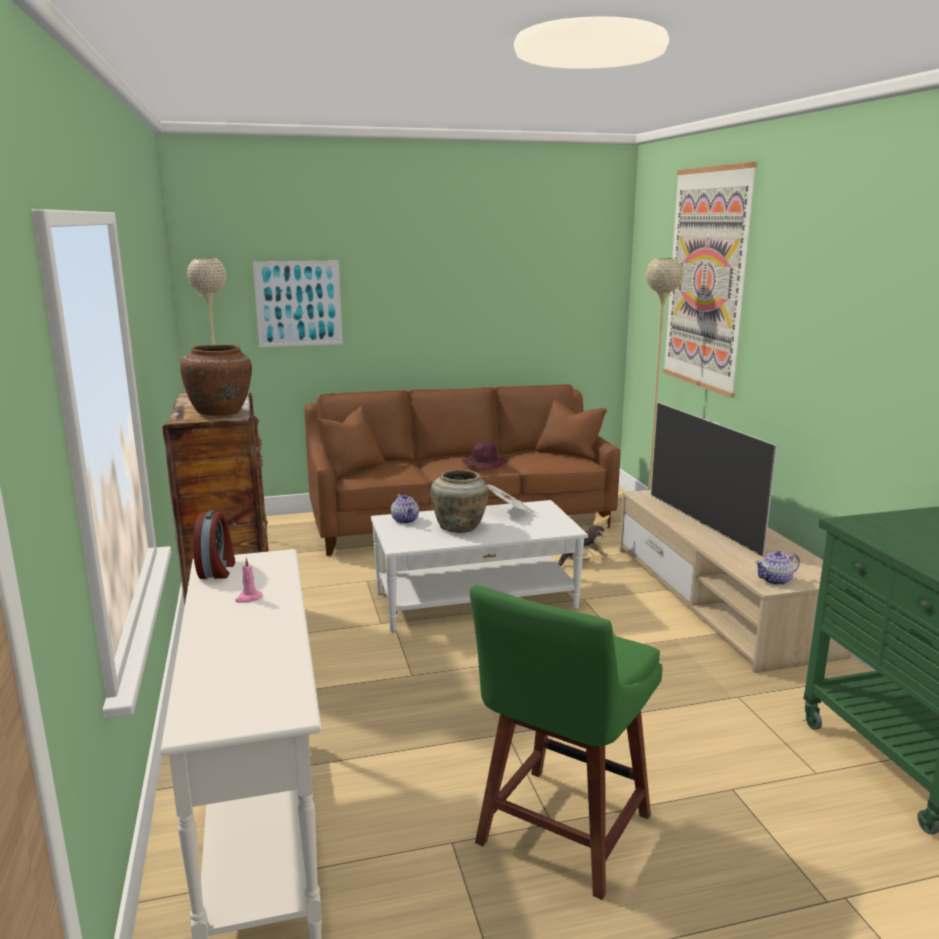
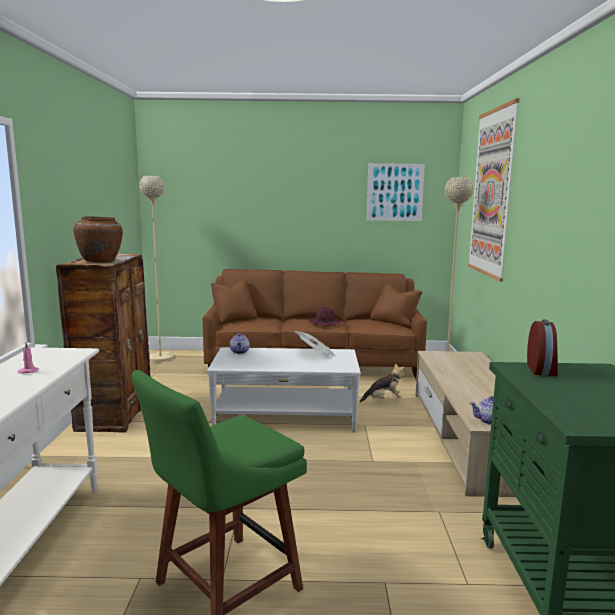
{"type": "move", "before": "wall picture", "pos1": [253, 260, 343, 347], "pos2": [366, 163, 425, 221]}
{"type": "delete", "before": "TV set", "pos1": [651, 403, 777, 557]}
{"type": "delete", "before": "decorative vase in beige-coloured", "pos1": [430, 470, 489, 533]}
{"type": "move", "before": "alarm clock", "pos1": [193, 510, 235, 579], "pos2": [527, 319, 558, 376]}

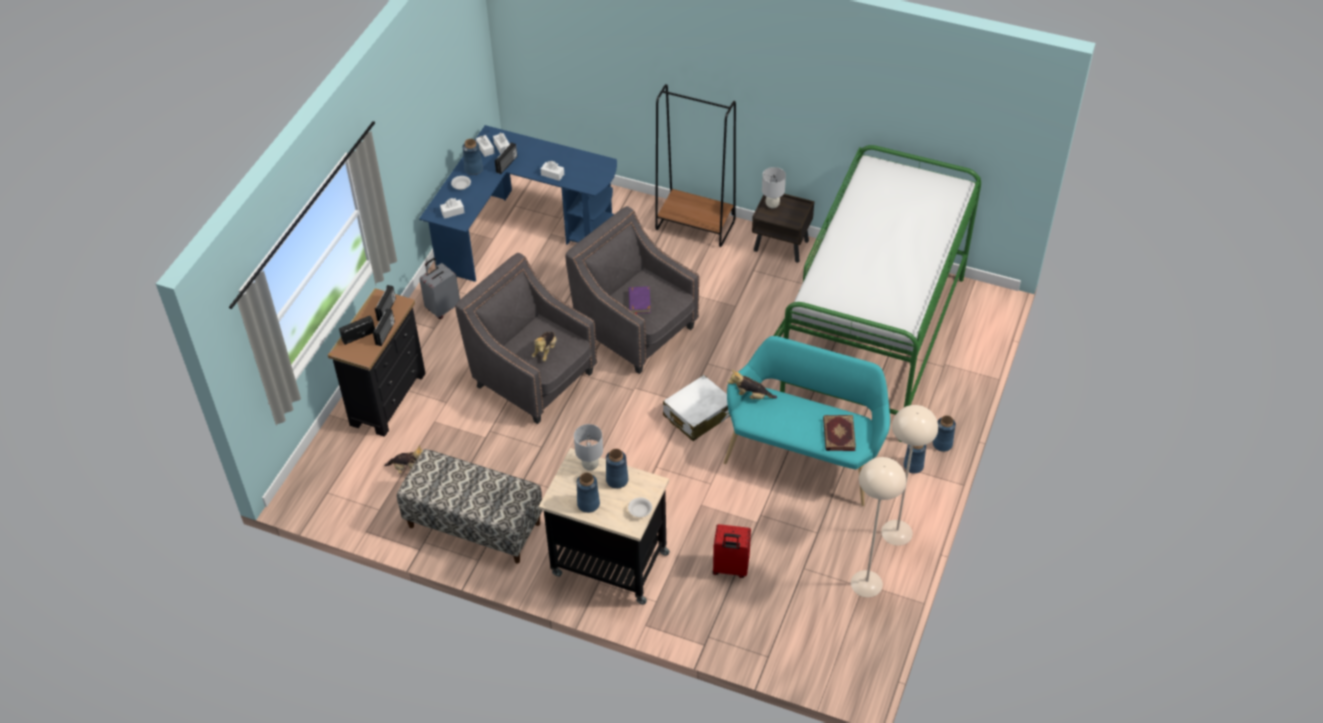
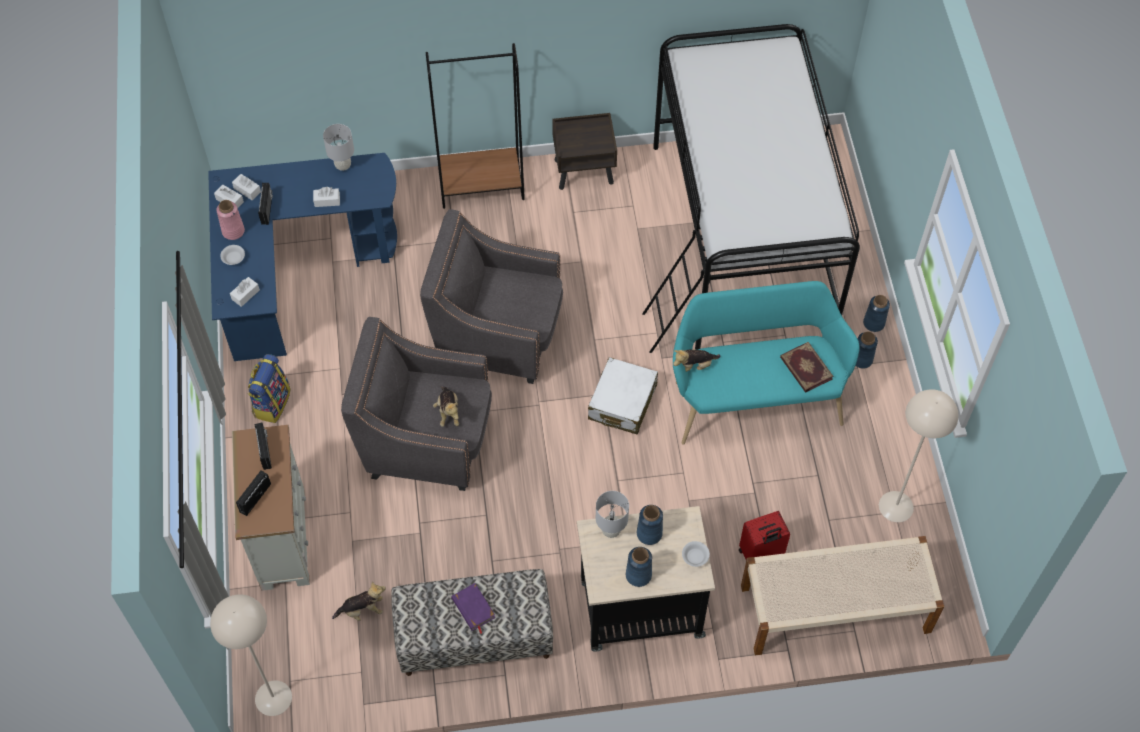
{"type": "recolor", "before": "decorative vase in bluish", "after": "decorative vase in pink-coloured", "pos1": [462, 139, 483, 175], "pos2": [216, 200, 245, 240]}
{"type": "recolor", "before": "bed in greenish", "after": "bed in black-coloured", "pos1": [774, 145, 981, 442], "pos2": [642, 24, 860, 353]}
{"type": "move", "before": "lamp for a table in grey", "pos1": [762, 167, 786, 208], "pos2": [323, 124, 354, 171]}
{"type": "replace", "before": "suitcase in grey", "after": "rucksack", "pos1": [420, 258, 460, 319], "pos2": [248, 354, 291, 423]}
{"type": "move", "before": "book in purple", "pos1": [629, 286, 651, 314], "pos2": [451, 583, 495, 634]}
{"type": "recolor", "before": "dresser in black-coloured", "after": "dresser in white-coloured", "pos1": [328, 288, 426, 437], "pos2": [232, 425, 310, 591]}
{"type": "delete", "before": "radio", "pos1": [373, 309, 395, 346]}
{"type": "move", "before": "standard lamp in beige-coloured", "pos1": [881, 405, 938, 546], "pos2": [210, 594, 292, 716]}
{"type": "insert", "after": "indoor bench in beige-coloured", "pos2": [741, 536, 944, 655]}

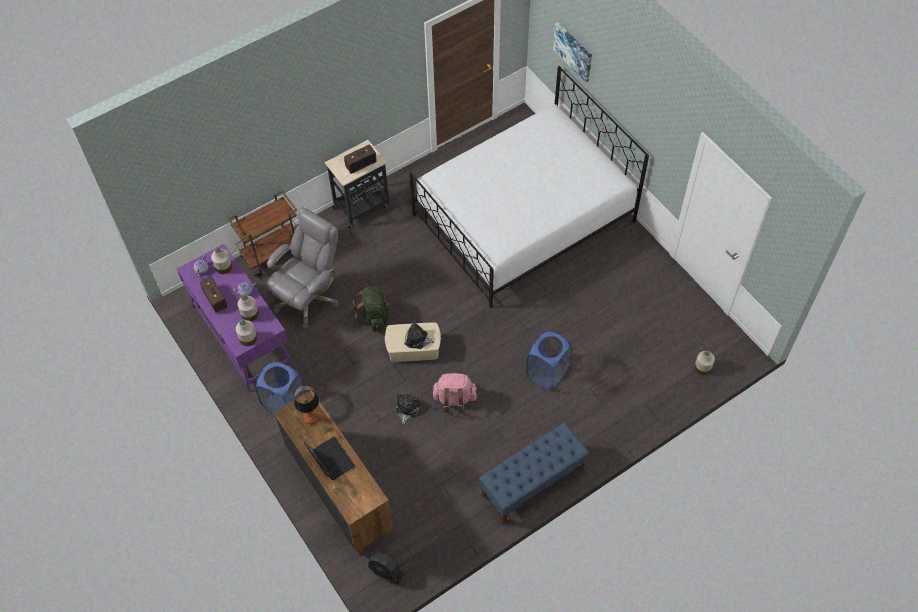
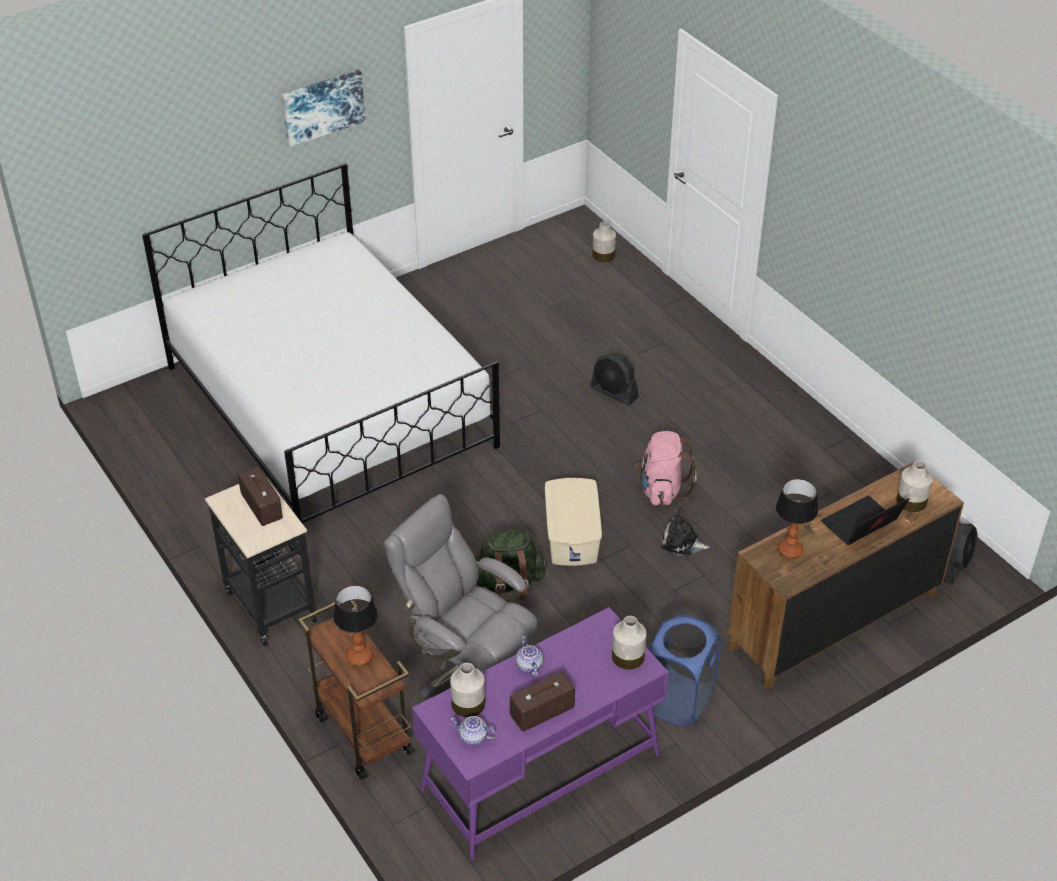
{"type": "move", "before": "wall picture", "pos1": [553, 22, 592, 82], "pos2": [282, 70, 365, 147]}
{"type": "move", "before": "decorative vase in beige-coloured", "pos1": [238, 295, 259, 321], "pos2": [896, 461, 933, 512]}
{"type": "delete", "before": "soft toy", "pos1": [404, 321, 435, 349]}
{"type": "replace", "before": "hamper in bluish", "after": "electric fan in black-coloured", "pos1": [526, 330, 572, 390], "pos2": [591, 353, 639, 405]}
{"type": "delete", "before": "indoor bench in bluish", "pos1": [479, 422, 589, 524]}
{"type": "insert", "after": "lamp for a table", "pos2": [333, 585, 378, 666]}

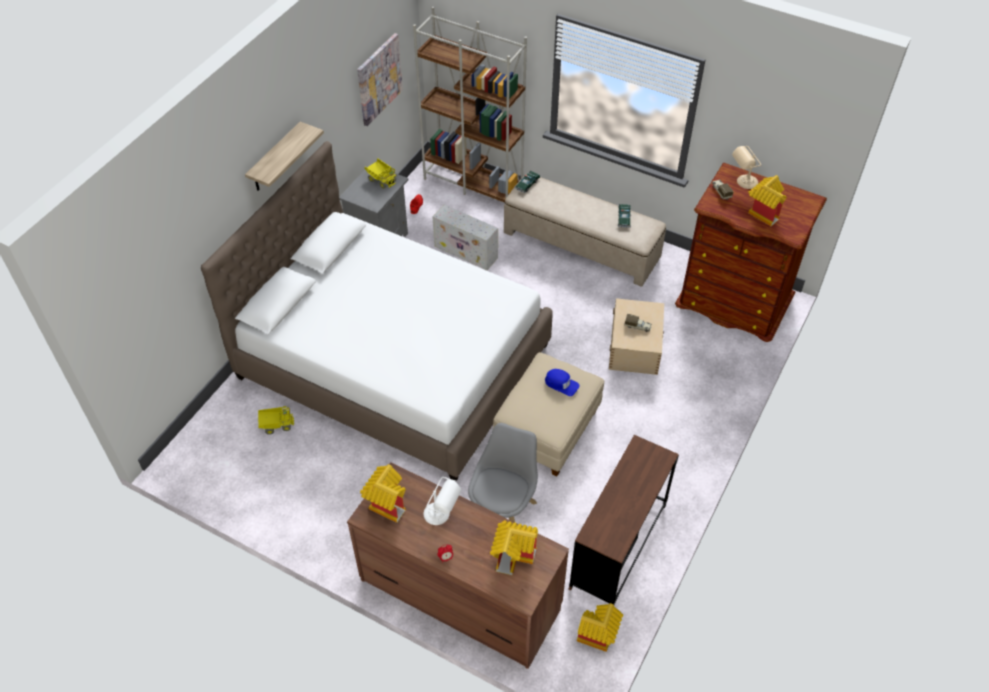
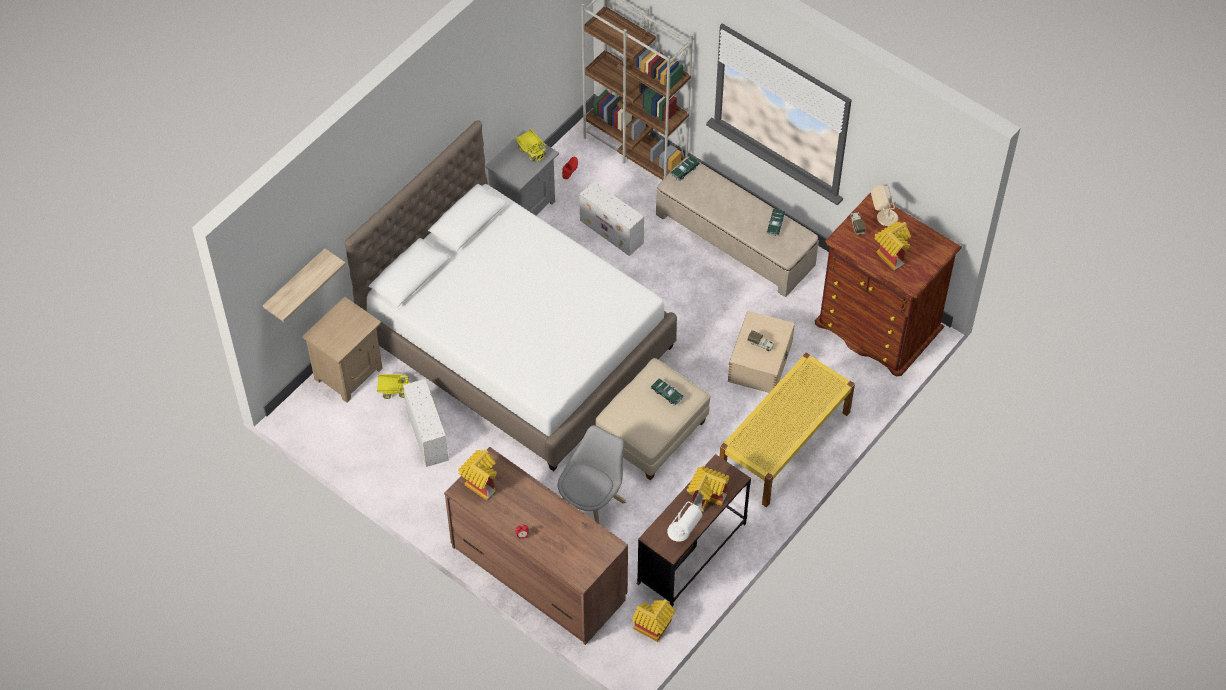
{"type": "delete", "before": "wall picture", "pos1": [357, 33, 403, 126]}
{"type": "move", "before": "shelf", "pos1": [245, 122, 324, 191], "pos2": [263, 249, 346, 322]}
{"type": "replace", "before": "baseball cap in bluish", "after": "toy car", "pos1": [545, 369, 579, 396], "pos2": [650, 378, 684, 406]}
{"type": "move", "before": "lamp for a table in white-coloured", "pos1": [424, 477, 461, 525], "pos2": [667, 502, 702, 542]}
{"type": "move", "before": "miniature house", "pos1": [490, 520, 538, 575], "pos2": [687, 466, 729, 512]}
{"type": "insert", "after": "bedside table in beige-coloured", "pos2": [302, 297, 383, 403]}
{"type": "insert", "after": "indoor bench in yellow-coloured", "pos2": [719, 352, 855, 508]}
{"type": "insert", "after": "storage container in white-coloured", "pos2": [403, 379, 449, 467]}

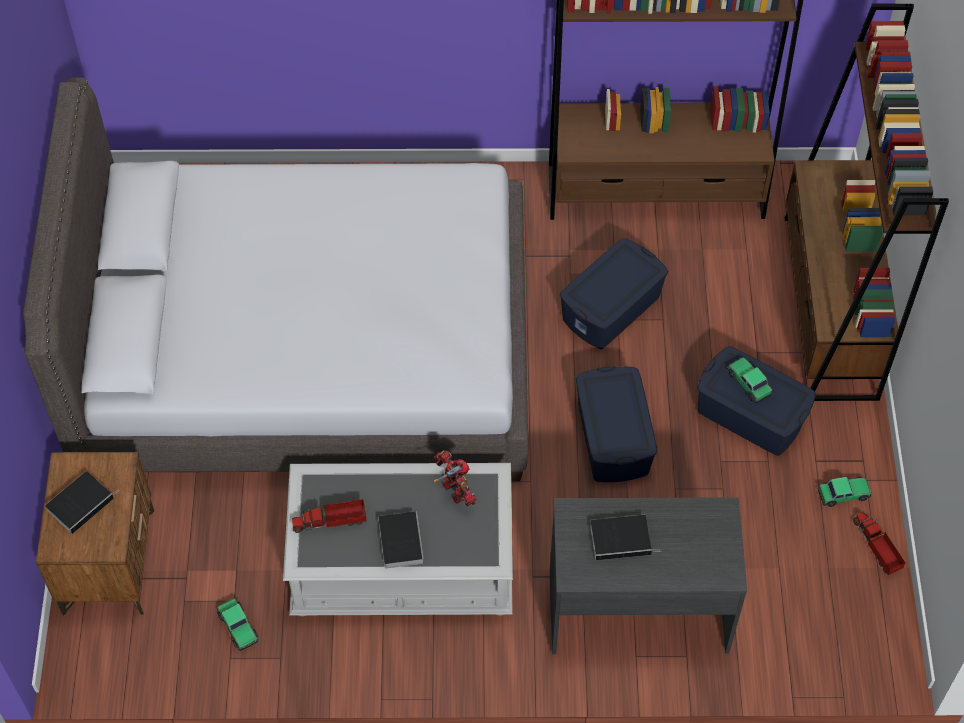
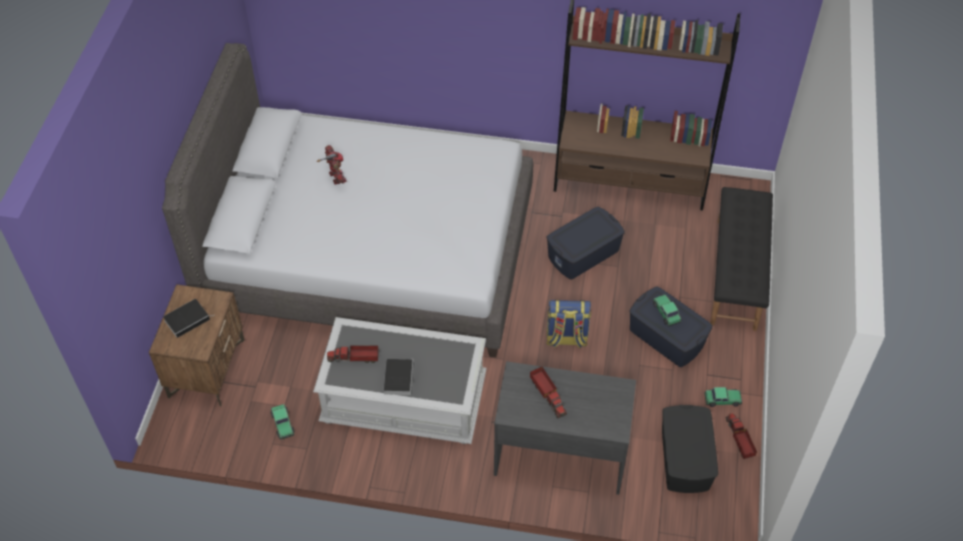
{"type": "replace", "before": "shelving unit in brownish", "after": "indoor bench in black-coloured", "pos1": [785, 3, 949, 401], "pos2": [710, 187, 773, 331]}
{"type": "replace", "before": "storage container in bluish", "after": "rucksack", "pos1": [576, 366, 657, 482], "pos2": [546, 300, 591, 349]}
{"type": "move", "before": "model robot", "pos1": [433, 450, 477, 506], "pos2": [317, 145, 347, 185]}
{"type": "replace", "before": "book", "after": "toy truck", "pos1": [590, 515, 661, 560], "pos2": [530, 367, 567, 418]}
{"type": "insert", "after": "storage container in black-coloured", "pos2": [662, 405, 718, 493]}

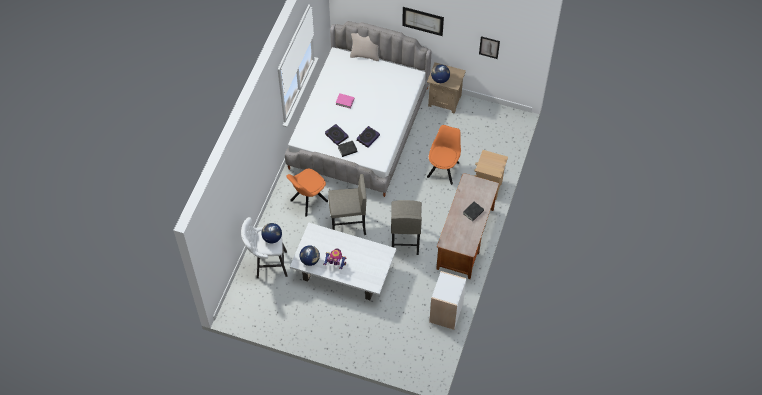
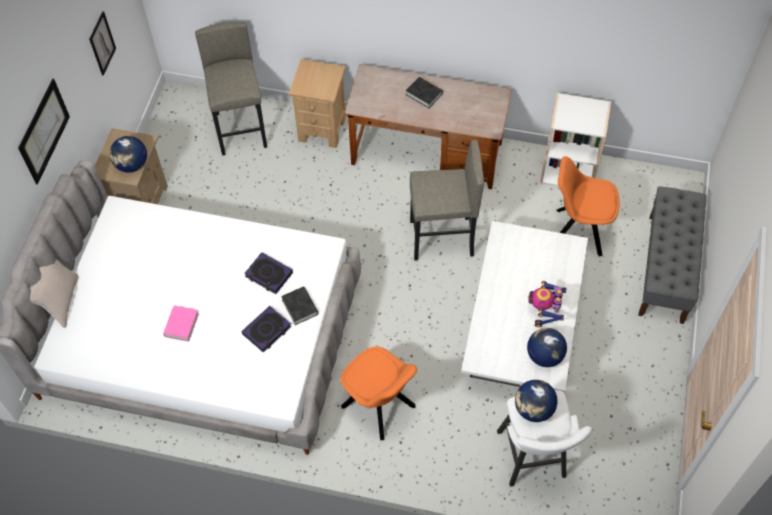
{"type": "move", "before": "chair in orangey", "pos1": [427, 125, 461, 185], "pos2": [557, 156, 619, 257]}
{"type": "move", "before": "sitting stool in grey", "pos1": [328, 174, 367, 235], "pos2": [195, 22, 267, 156]}
{"type": "insert", "after": "indoor bench in grey", "pos2": [638, 186, 707, 324]}

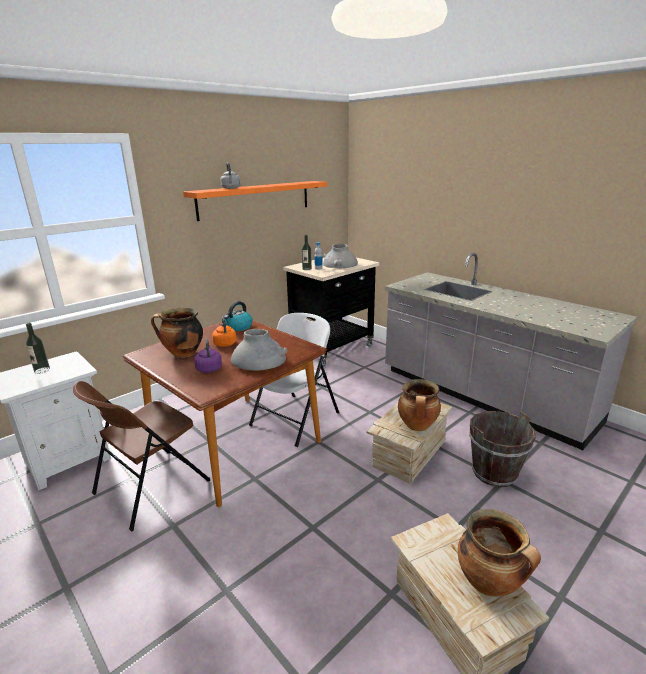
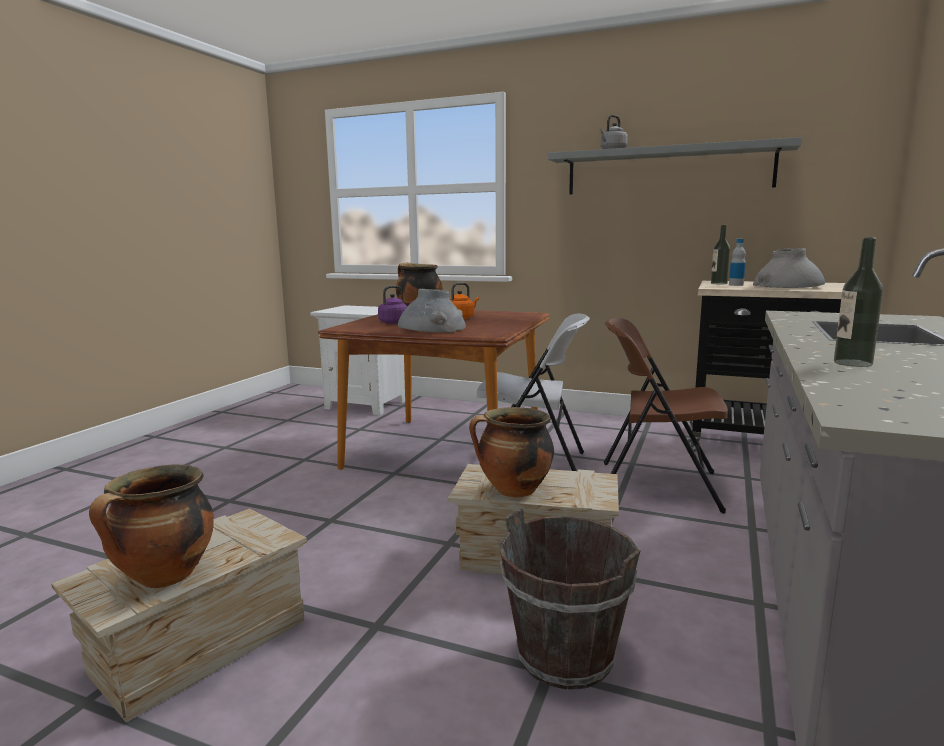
{"type": "recolor", "before": "shelf in orangey", "after": "shelf in grey", "pos1": [183, 181, 328, 221], "pos2": [548, 137, 802, 194]}
{"type": "delete", "before": "tea kettle", "pos1": [224, 301, 253, 331]}
{"type": "move", "before": "bottle", "pos1": [26, 323, 50, 374], "pos2": [834, 238, 883, 367]}
{"type": "move", "before": "chair in brownish", "pos1": [73, 381, 210, 532], "pos2": [604, 318, 728, 514]}

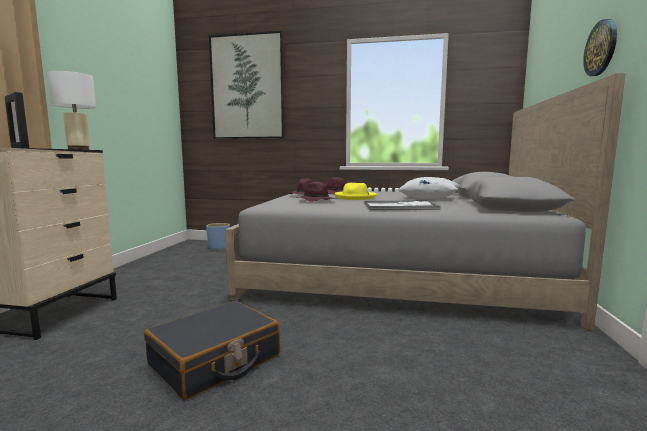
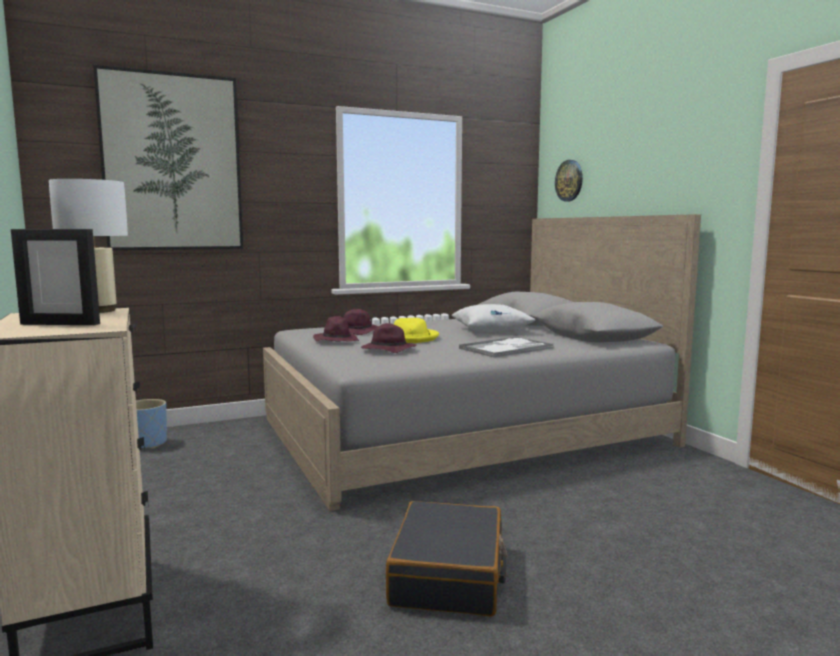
{"type": "move", "before": "hanging clock", "pos1": [583, 19, 617, 76], "pos2": [555, 160, 583, 202]}

